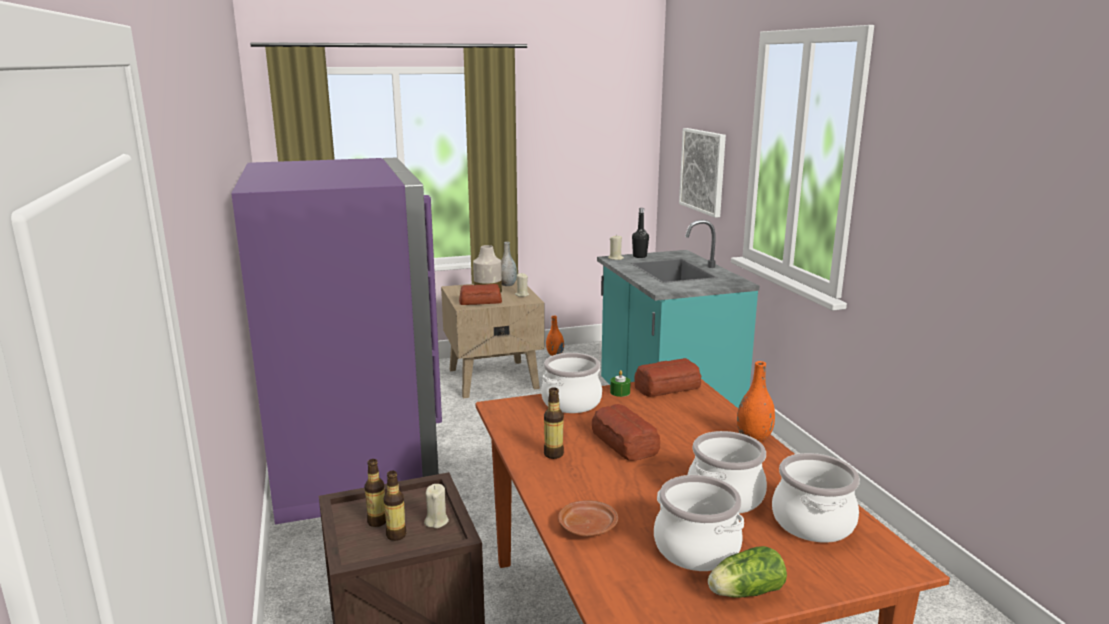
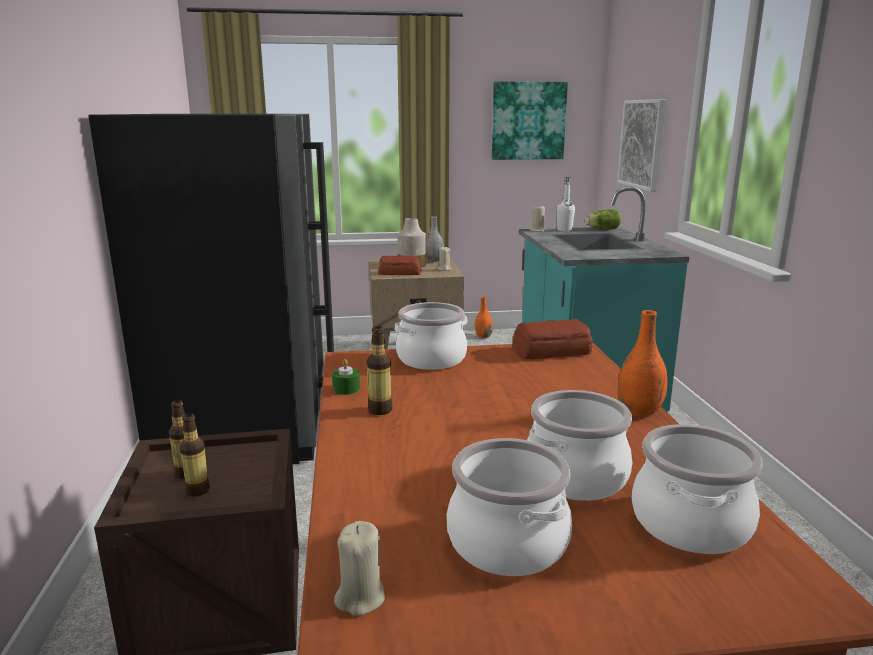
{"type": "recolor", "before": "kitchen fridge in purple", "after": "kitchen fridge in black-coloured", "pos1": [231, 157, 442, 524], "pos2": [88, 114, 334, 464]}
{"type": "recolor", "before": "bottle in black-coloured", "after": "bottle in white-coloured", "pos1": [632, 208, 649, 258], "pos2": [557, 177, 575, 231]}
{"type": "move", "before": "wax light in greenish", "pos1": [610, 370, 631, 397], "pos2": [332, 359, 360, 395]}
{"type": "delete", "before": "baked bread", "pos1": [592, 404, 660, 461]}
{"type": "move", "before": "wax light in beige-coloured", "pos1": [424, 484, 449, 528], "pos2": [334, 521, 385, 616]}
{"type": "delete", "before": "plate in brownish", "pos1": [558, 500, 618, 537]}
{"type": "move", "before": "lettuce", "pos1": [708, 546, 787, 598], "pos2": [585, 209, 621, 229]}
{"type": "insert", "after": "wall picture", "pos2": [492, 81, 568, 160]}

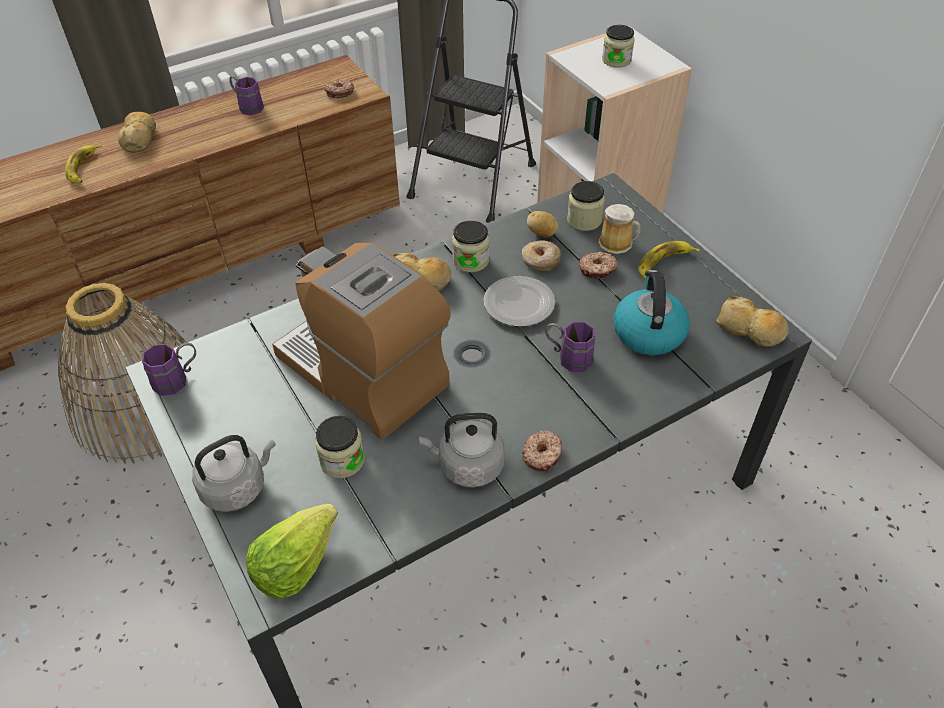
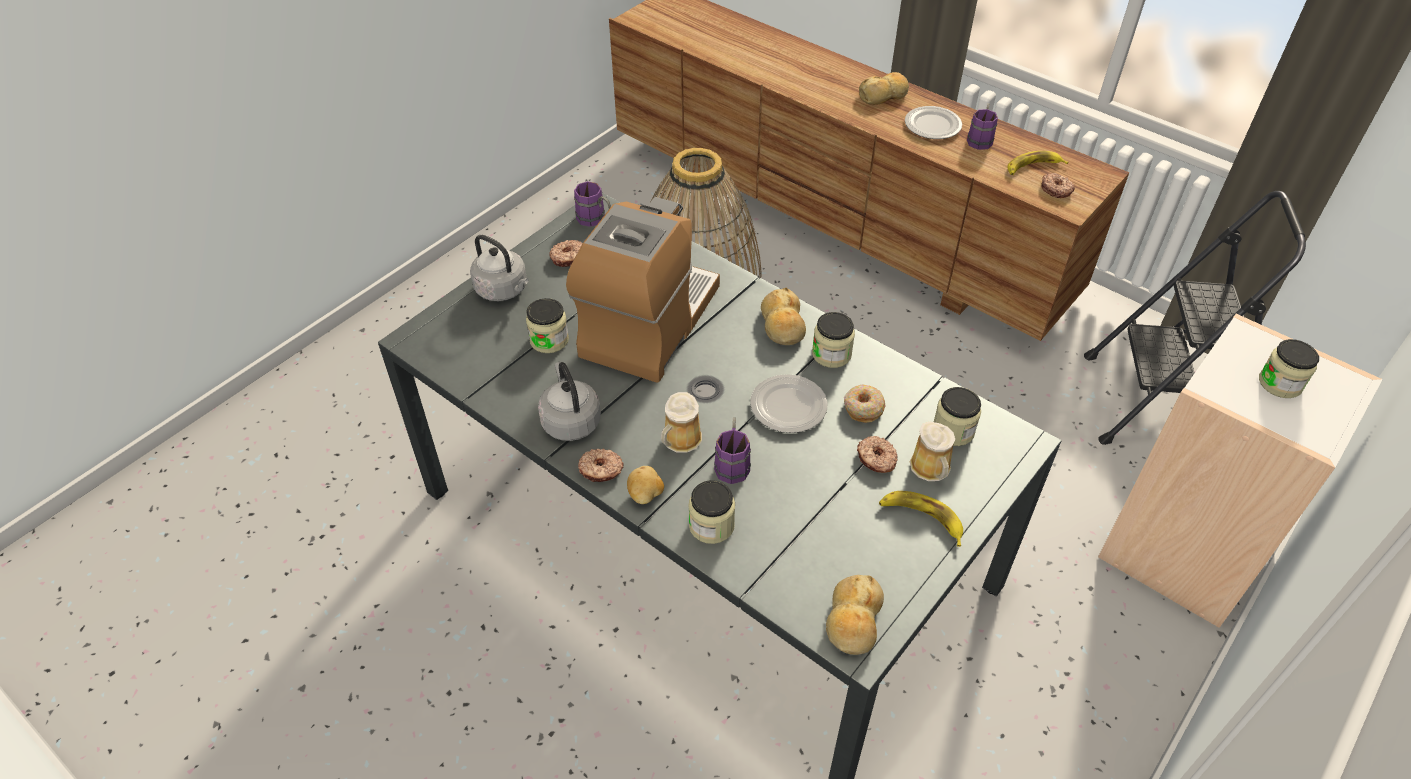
{"type": "move", "before": "banana", "pos1": [65, 145, 102, 183], "pos2": [1007, 151, 1069, 175]}
{"type": "move", "before": "potato", "pos1": [527, 211, 558, 237], "pos2": [627, 466, 664, 504]}
{"type": "delete", "before": "tea kettle", "pos1": [613, 270, 690, 355]}
{"type": "delete", "before": "lettuce", "pos1": [245, 503, 338, 599]}
{"type": "insert", "after": "plate", "pos2": [905, 106, 962, 139]}
{"type": "insert", "after": "doughnut", "pos2": [549, 240, 582, 267]}
{"type": "insert", "after": "mug", "pos2": [661, 392, 702, 453]}
{"type": "insert", "after": "preserve jar", "pos2": [688, 480, 735, 544]}

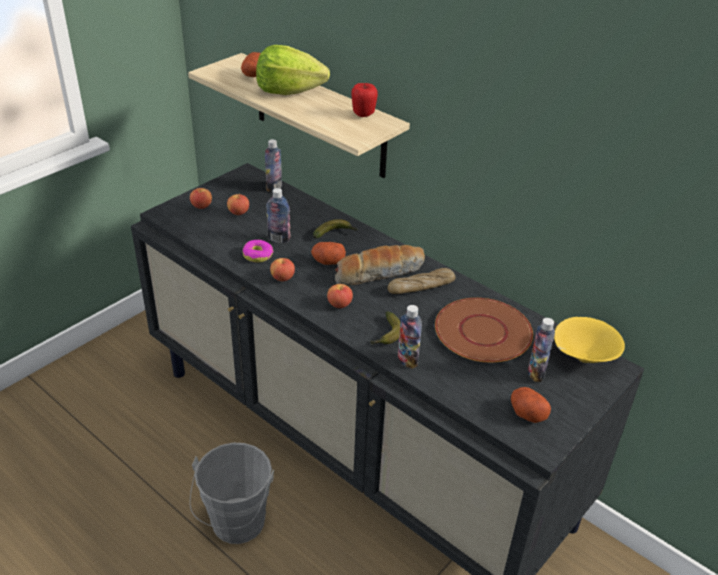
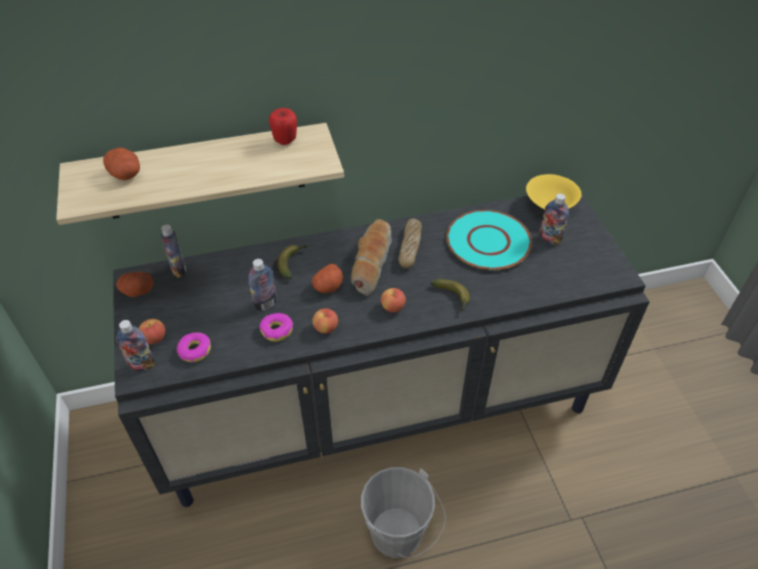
{"type": "delete", "before": "lettuce", "pos1": [256, 45, 330, 95]}
{"type": "delete", "before": "apple fruit", "pos1": [227, 194, 249, 215]}
{"type": "recolor", "before": "plate in brownish", "after": "plate in turquoise", "pos1": [435, 298, 533, 363], "pos2": [446, 210, 532, 270]}
{"type": "move", "before": "bottle", "pos1": [398, 305, 422, 369], "pos2": [116, 320, 155, 371]}
{"type": "move", "before": "potato", "pos1": [511, 387, 551, 423], "pos2": [116, 272, 154, 297]}
{"type": "insert", "after": "doughnut", "pos2": [177, 332, 211, 362]}

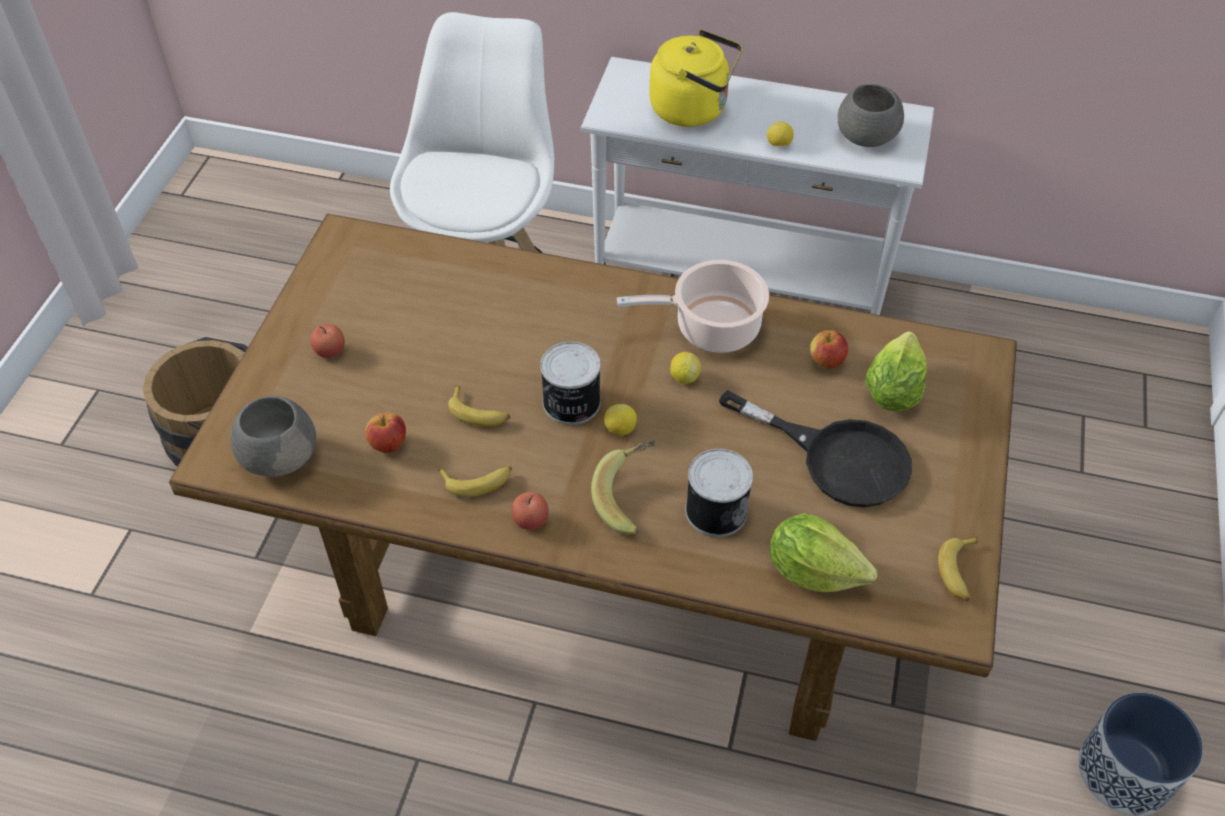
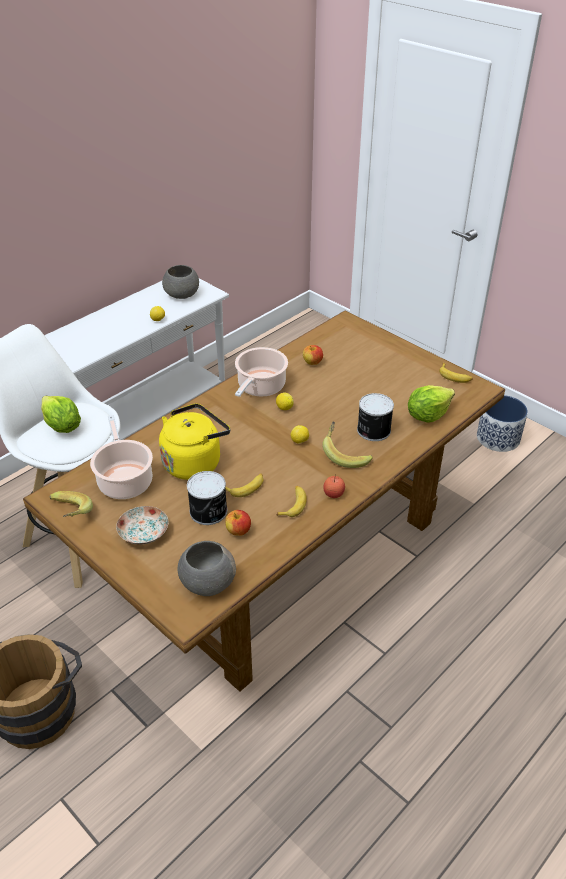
{"type": "move", "before": "tea kettle in yellow-coloured", "pos1": [649, 29, 742, 127], "pos2": [159, 403, 230, 480]}
{"type": "replace", "before": "apple fruit", "after": "plate", "pos1": [310, 324, 345, 358], "pos2": [116, 506, 168, 545]}
{"type": "move", "before": "lettuce", "pos1": [865, 331, 927, 411], "pos2": [41, 396, 81, 433]}
{"type": "move", "before": "can", "pos1": [540, 342, 601, 425], "pos2": [187, 471, 227, 525]}
{"type": "delete", "before": "pan in black-coloured", "pos1": [719, 390, 912, 507]}
{"type": "insert", "after": "cooking pot", "pos2": [90, 415, 153, 499]}
{"type": "insert", "after": "banana", "pos2": [49, 491, 93, 517]}

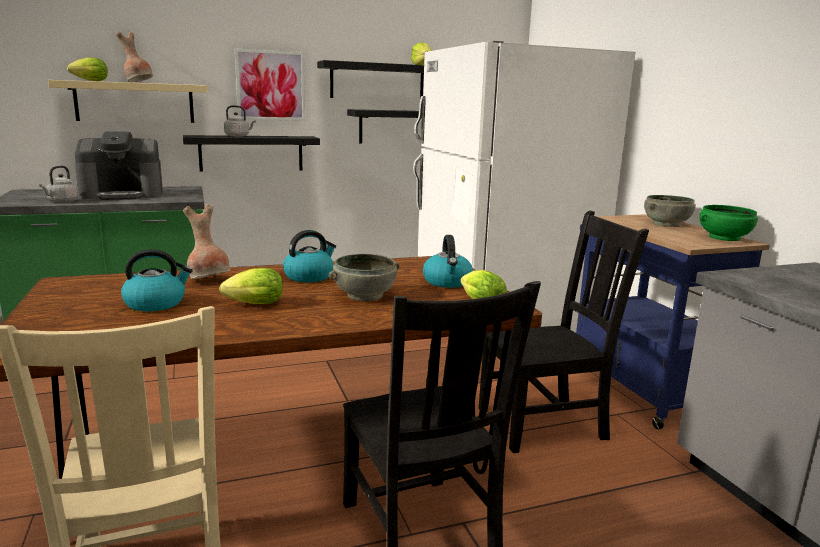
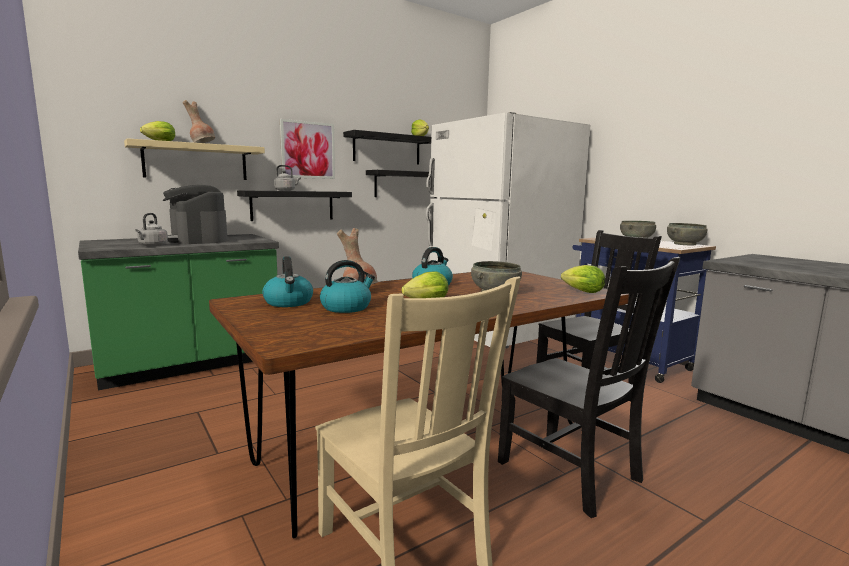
{"type": "rotate", "before": "coffee brewer", "pos1": [75, 131, 163, 200], "pos2": [163, 185, 228, 244], "turn": 90}
{"type": "recolor", "before": "deep dish in greenish", "after": "deep dish in grey", "pos1": [699, 205, 758, 241], "pos2": [667, 223, 707, 245]}
{"type": "move", "before": "tea kettle", "pos1": [423, 235, 473, 288], "pos2": [262, 256, 313, 307]}

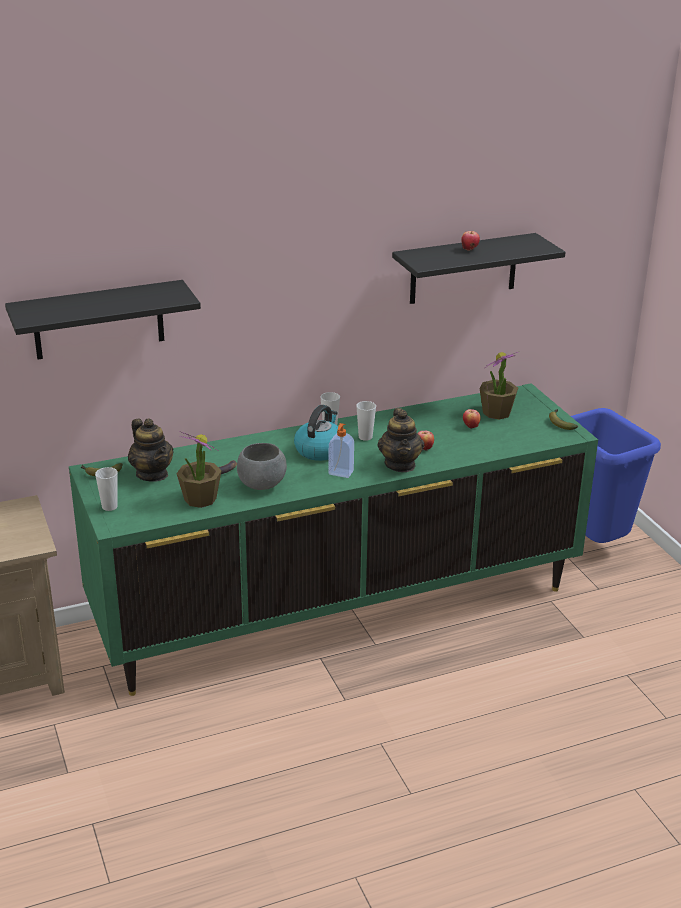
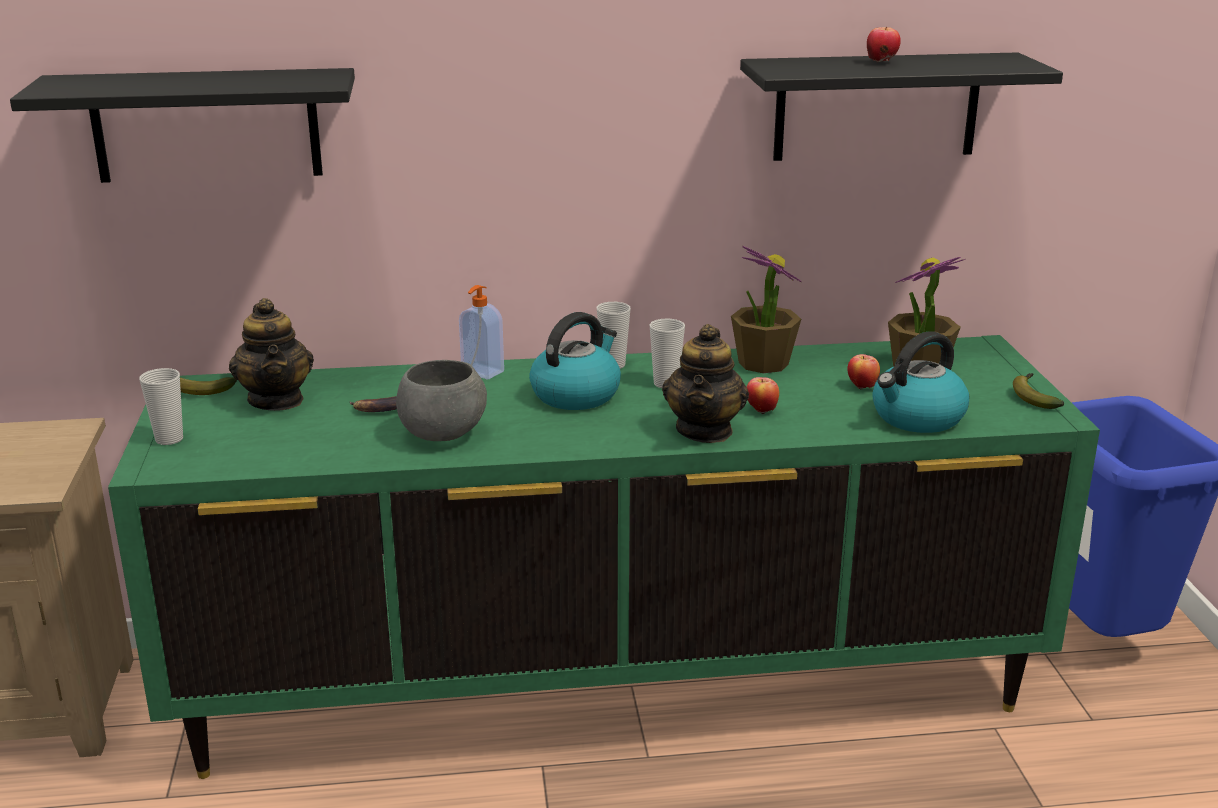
{"type": "move", "before": "soap dispenser", "pos1": [328, 423, 354, 478], "pos2": [459, 285, 504, 380]}
{"type": "move", "before": "houseplant", "pos1": [176, 431, 221, 508], "pos2": [731, 246, 801, 373]}
{"type": "insert", "after": "tea kettle", "pos2": [872, 331, 969, 433]}

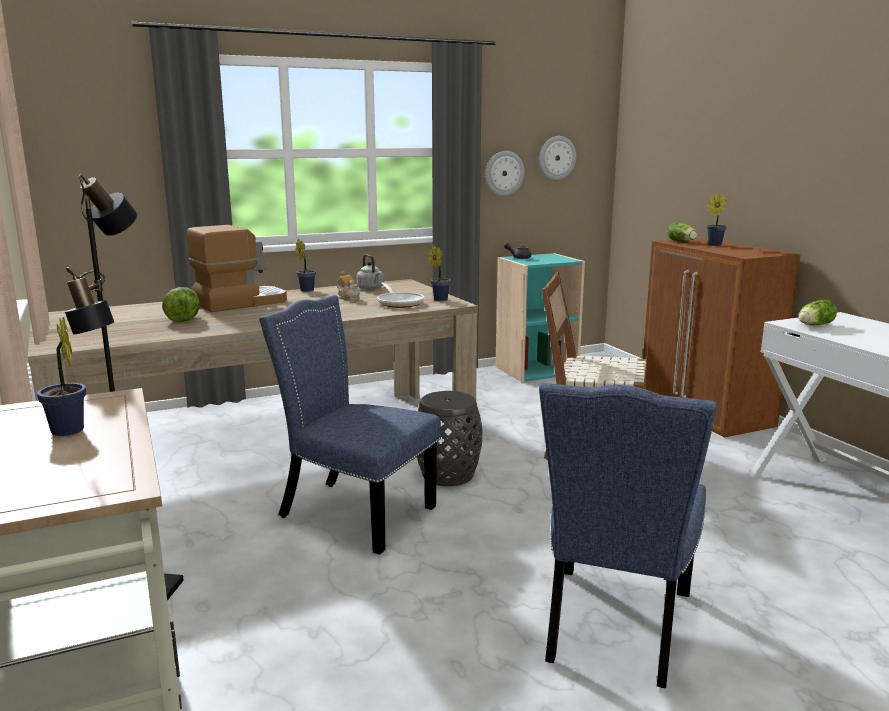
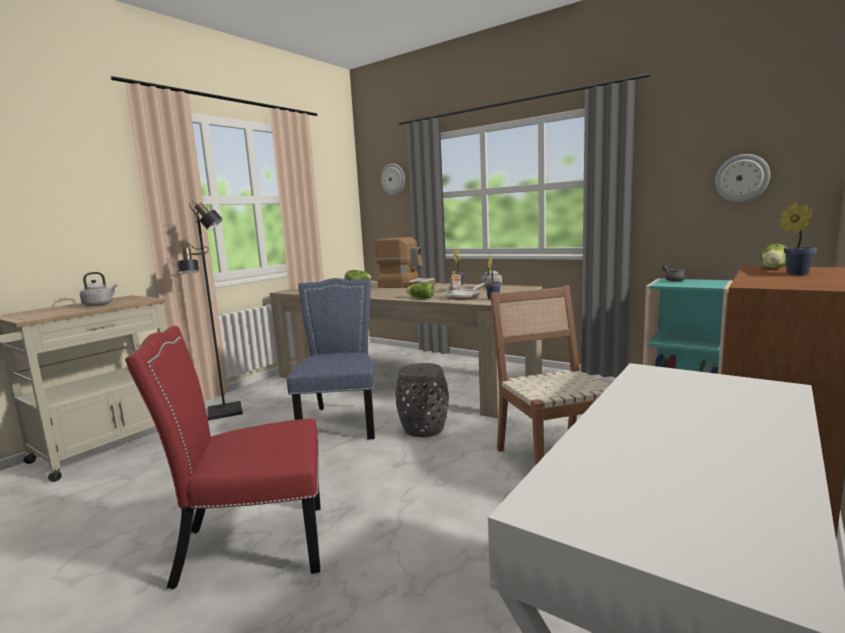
{"type": "move", "before": "hanging clock", "pos1": [485, 151, 524, 196], "pos2": [381, 163, 405, 195]}
{"type": "move", "before": "lettuce", "pos1": [799, 300, 837, 325], "pos2": [406, 282, 434, 299]}
{"type": "replace", "before": "houseplant", "after": "tea kettle in grey", "pos1": [37, 317, 86, 436], "pos2": [80, 272, 117, 306]}
{"type": "recolor", "before": "chair in bluish", "after": "chair in reddish", "pos1": [539, 383, 717, 688], "pos2": [125, 326, 320, 589]}

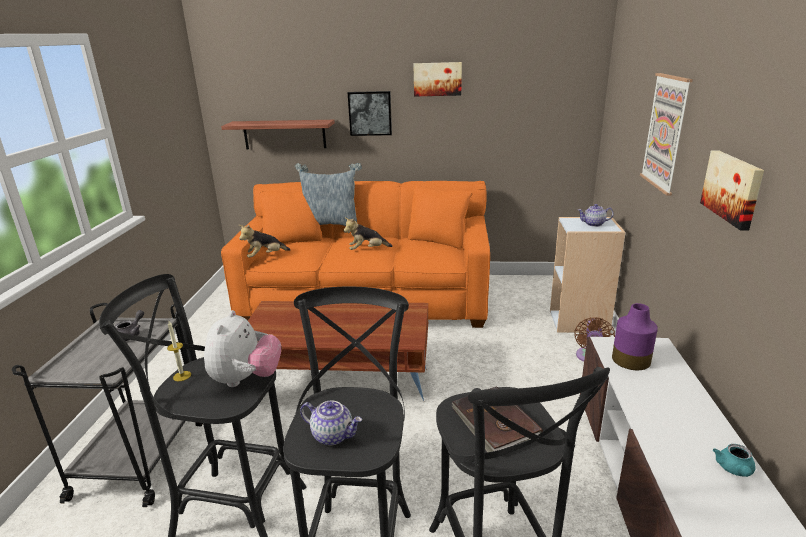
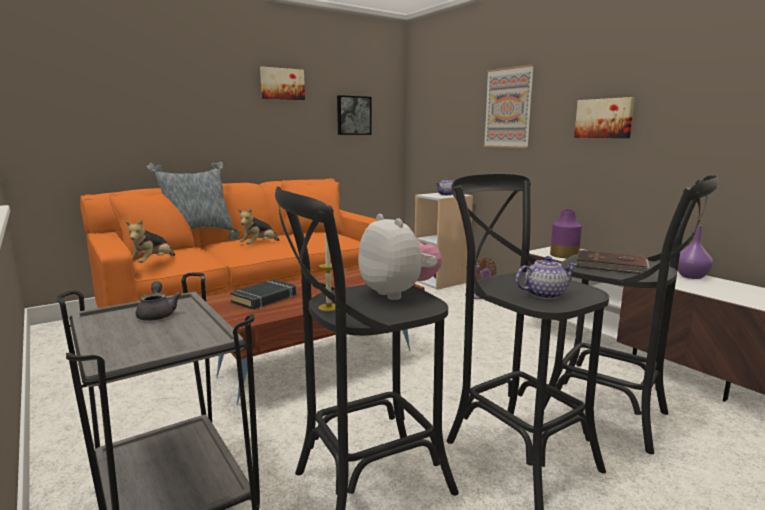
{"type": "move", "before": "wall picture", "pos1": [348, 91, 392, 136], "pos2": [337, 95, 372, 135]}
{"type": "delete", "before": "shelf", "pos1": [221, 120, 335, 149]}
{"type": "replace", "before": "teapot in turquoise", "after": "decorative vase in purple", "pos1": [713, 444, 756, 477], "pos2": [678, 225, 713, 279]}
{"type": "insert", "after": "book in black-coloured", "pos2": [230, 279, 296, 310]}

